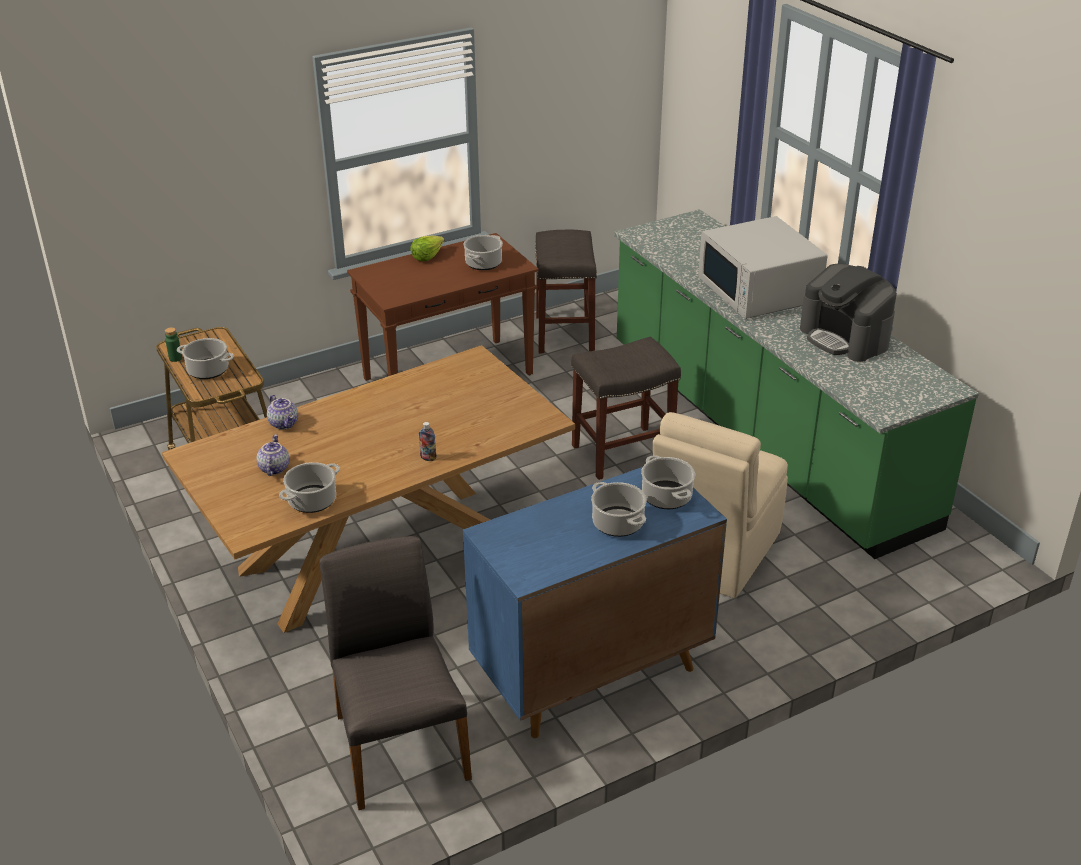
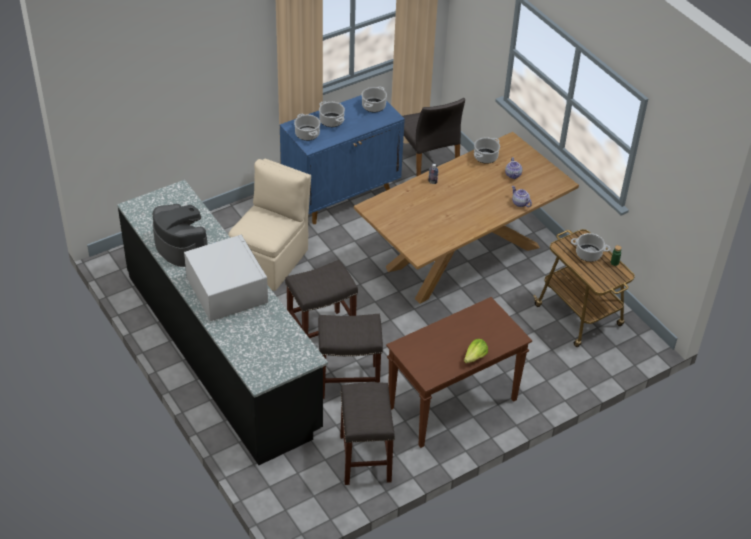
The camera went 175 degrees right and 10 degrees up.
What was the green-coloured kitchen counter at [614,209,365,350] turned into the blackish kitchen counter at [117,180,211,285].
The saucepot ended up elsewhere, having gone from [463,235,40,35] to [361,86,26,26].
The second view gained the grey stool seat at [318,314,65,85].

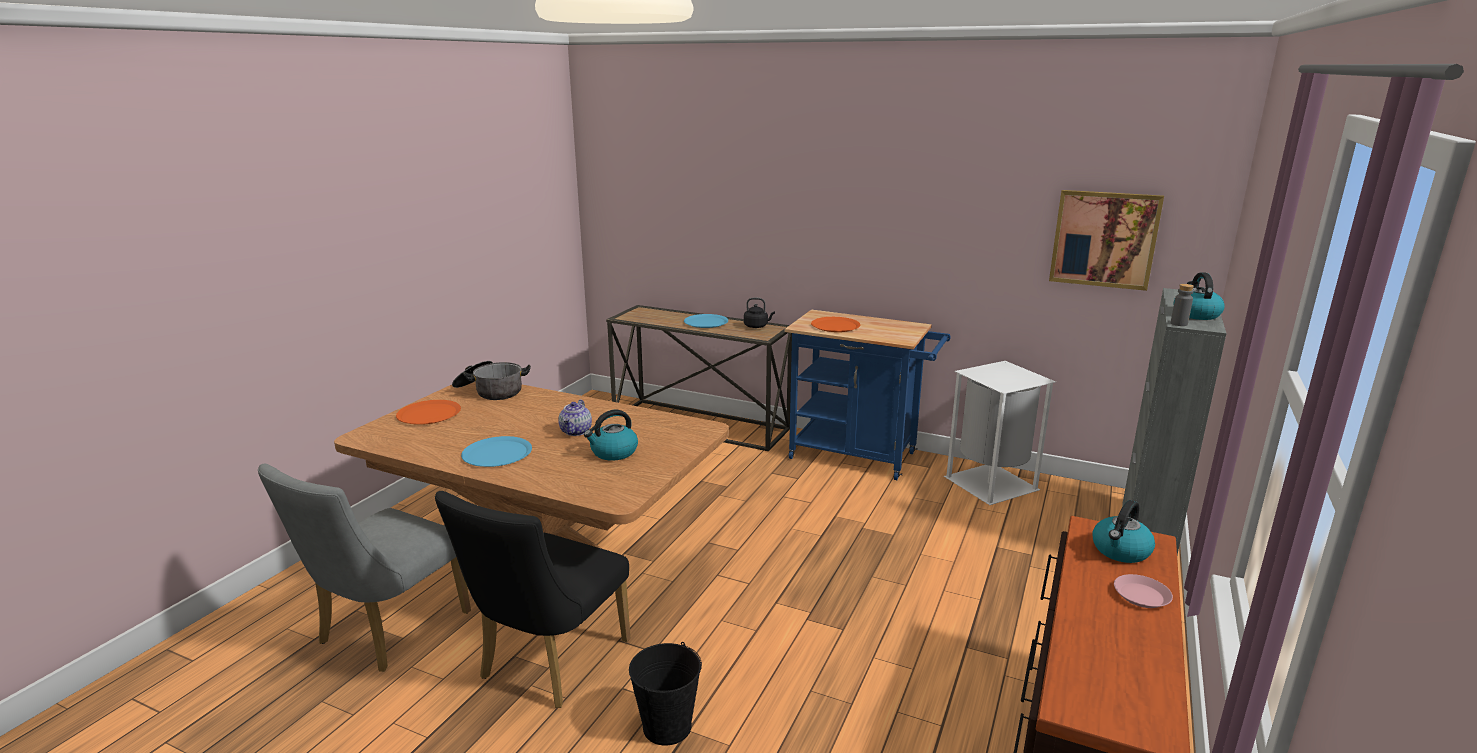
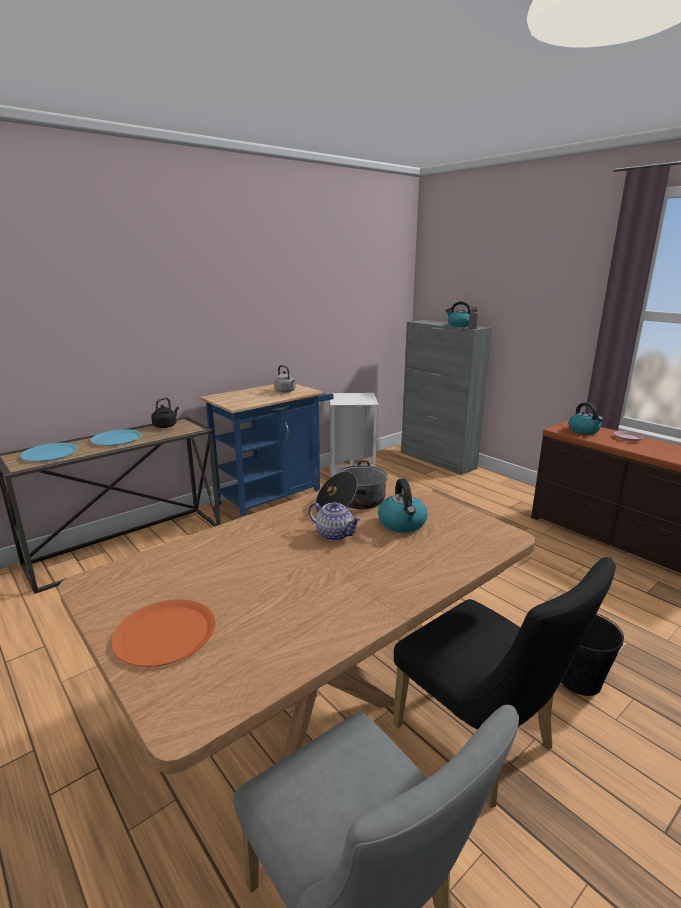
The camera went 65 degrees left and 0 degrees up.
The second view lost the picture at [1049,190,115,101].
The second view lost the orange-coloured plate at [811,317,49,15].
The saucepot ended up elsewhere, having gone from [452,361,79,39] to [316,461,72,52].
The blue-coloured plate ended up elsewhere, having gone from [461,436,71,31] to [20,443,58,19].
The second view gained the grey water kettle at [274,365,22,28].

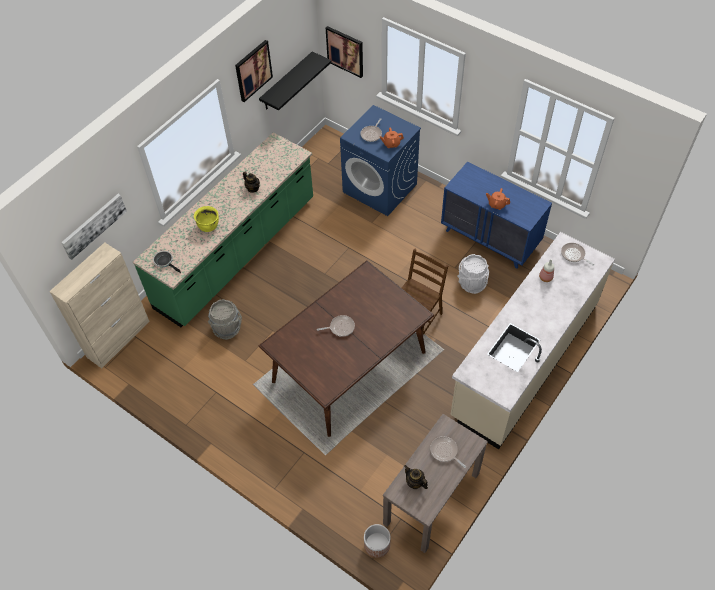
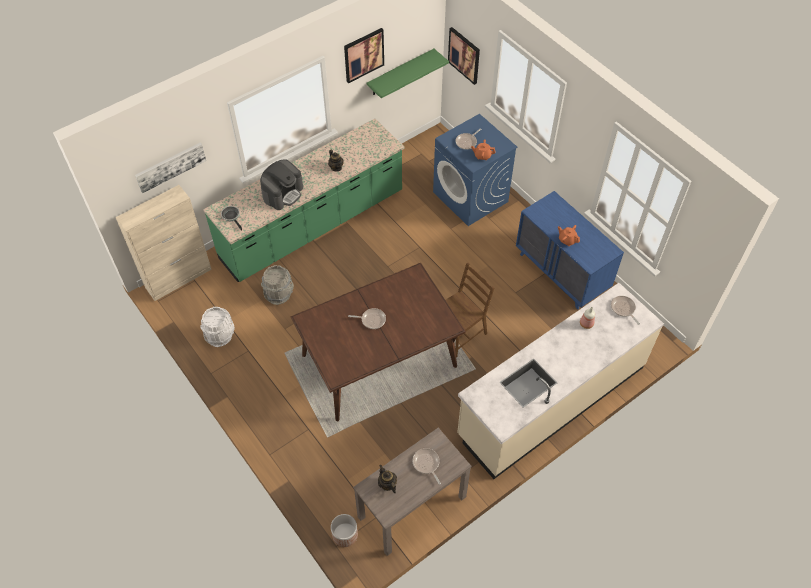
The camera went 15 degrees right and 0 degrees up.
What was the blackish bracket shelf at [259,51,72,59] turned into the green-coloured bracket shelf at [367,49,82,49].
Where the yellow-coloured saucepot stood at [194,206,25,26], the coffee brewer came to stand at [260,159,43,51].
The white-coloured bucket ended up elsewhere, having gone from [458,254,31,40] to [201,307,34,40].

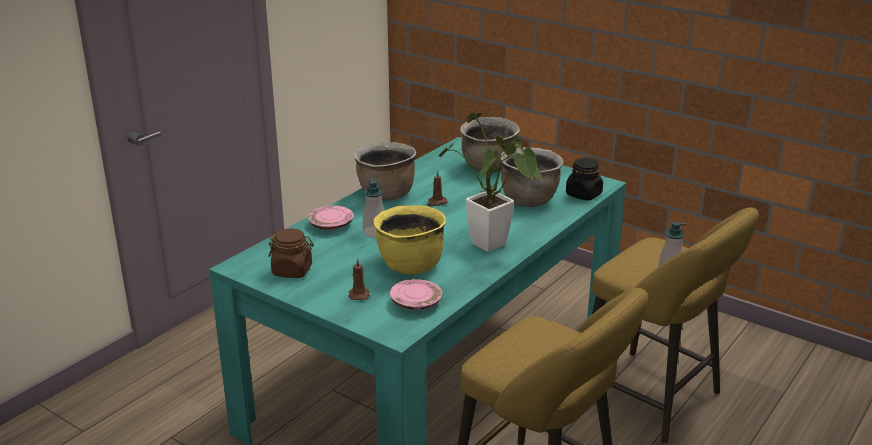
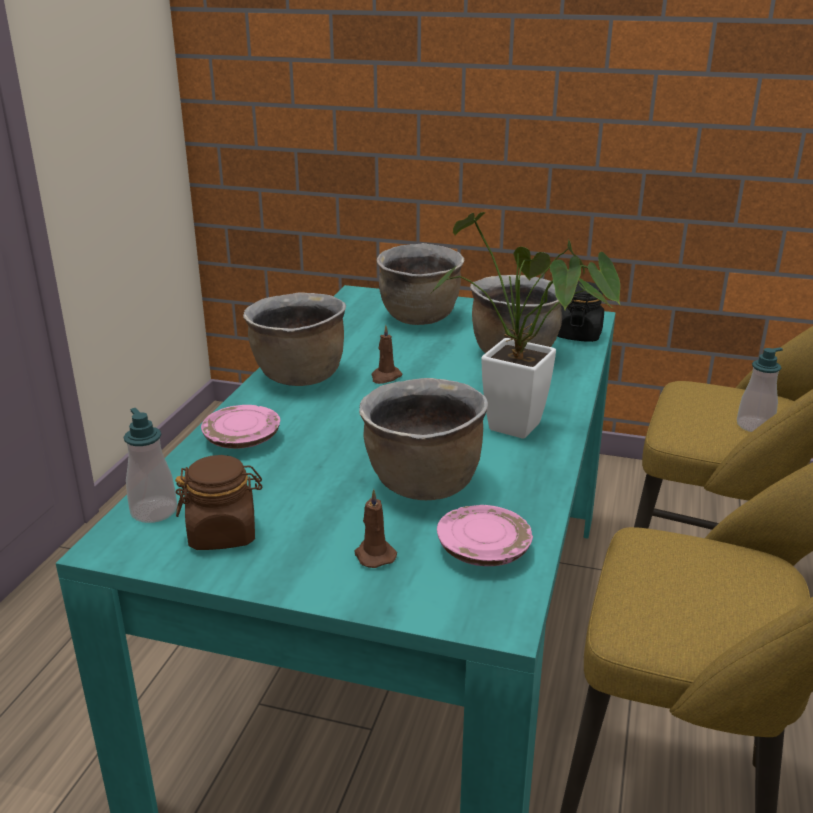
The camera went 20 degrees left and 0 degrees up.
The soap dispenser ended up elsewhere, having gone from [363,178,22,59] to [124,408,53,115].
What was the yellow-coloured saucepot at [374,205,72,70] turned into the brown-coloured saucepot at [359,378,129,122].

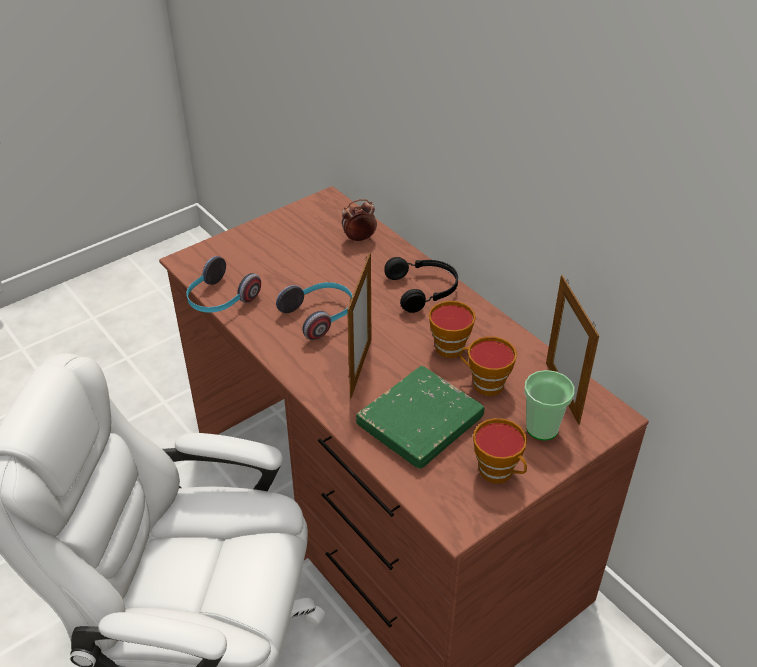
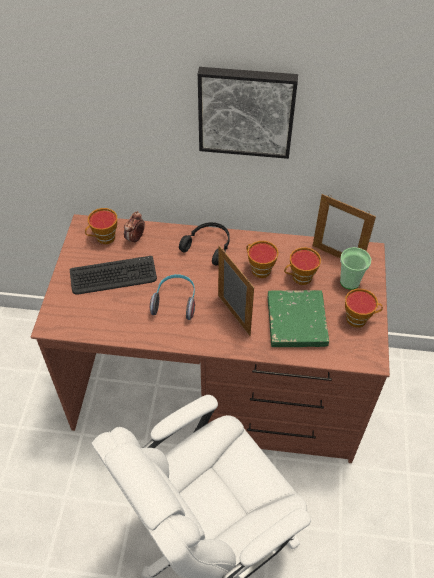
The camera went 45 degrees left and 10 degrees up.
The second view lost the pair of headphones at [187,256,74,57].
The second view gained the picture at [198,67,100,92].
The second view gained the drinking cup at [85,208,32,36].
The second view gained the computer keyboard at [70,256,87,39].

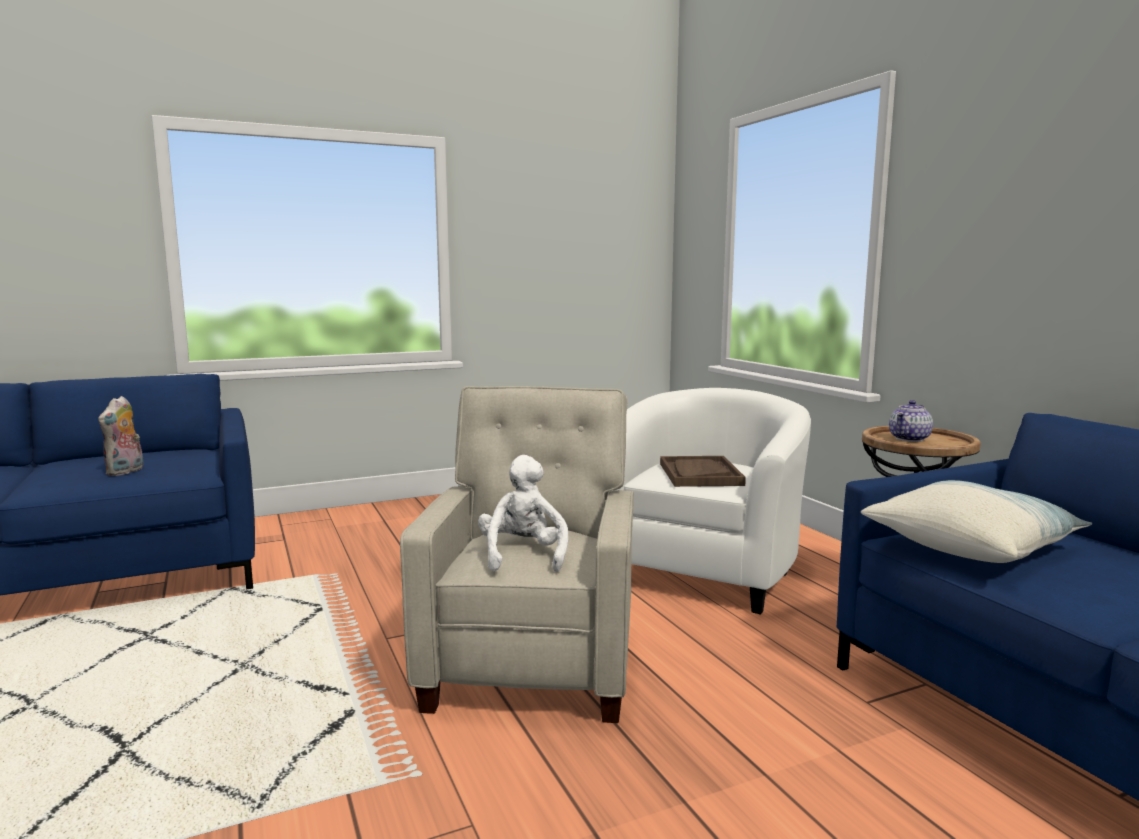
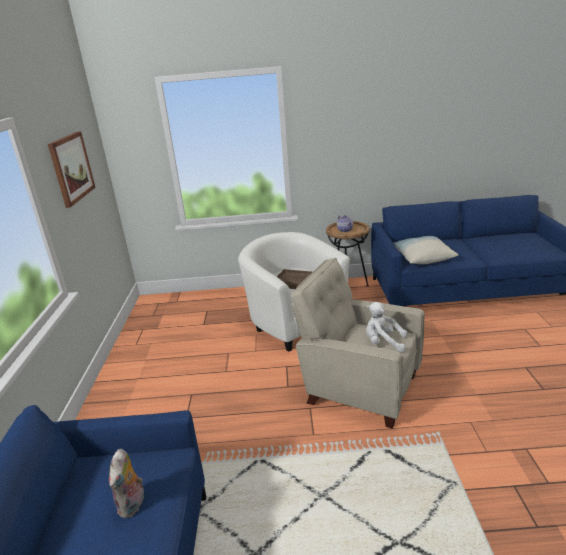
The camera went 65 degrees left and 15 degrees up.
The soft toy at [98,396,46,80] ended up facing another way, 60 degrees clockwise from before.
The second view gained the picture at [48,131,47,77].

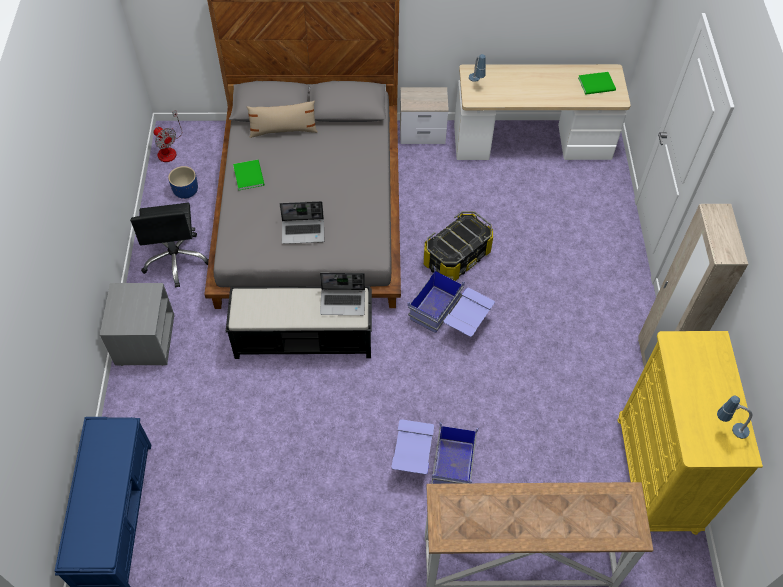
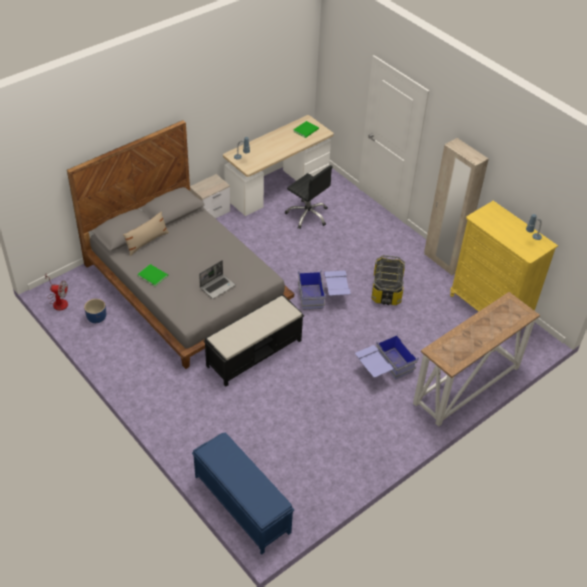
The camera went 40 degrees left and 10 degrees down.
The blackish desk chair ended up elsewhere, having gone from [130,203,79,85] to [285,165,48,64].
The storage bin ended up elsewhere, having gone from [423,211,70,70] to [371,255,34,50].
The second view lost the laptop at [320,273,45,42].
The second view lost the grey bedside table at [100,283,75,83].

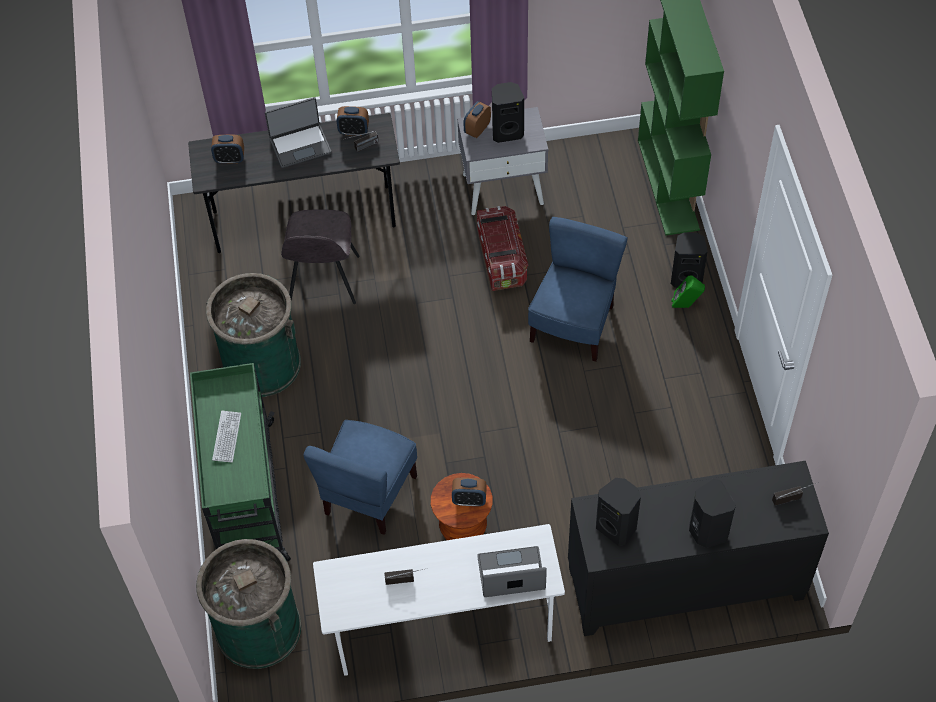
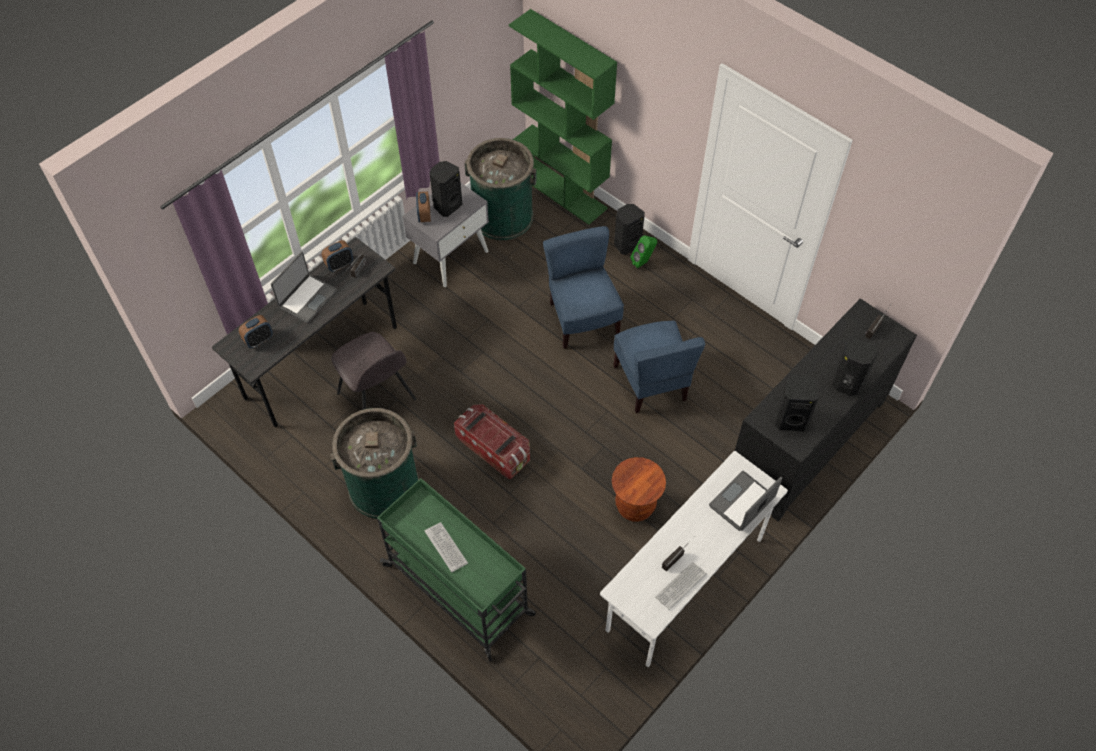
The camera went 40 degrees left and 0 degrees up.
The storage bin ended up elsewhere, having gone from [477,206,51,85] to [454,404,76,75].
The blue-coloured plain chair ended up elsewhere, having gone from [303,420,114,115] to [613,321,92,92].
The second view lost the alarm clock at [452,478,35,28].
The green-coloured rubbish bin ended up elsewhere, having gone from [196,539,106,130] to [465,138,72,102].
The second view gained the computer keyboard at [655,562,52,48].

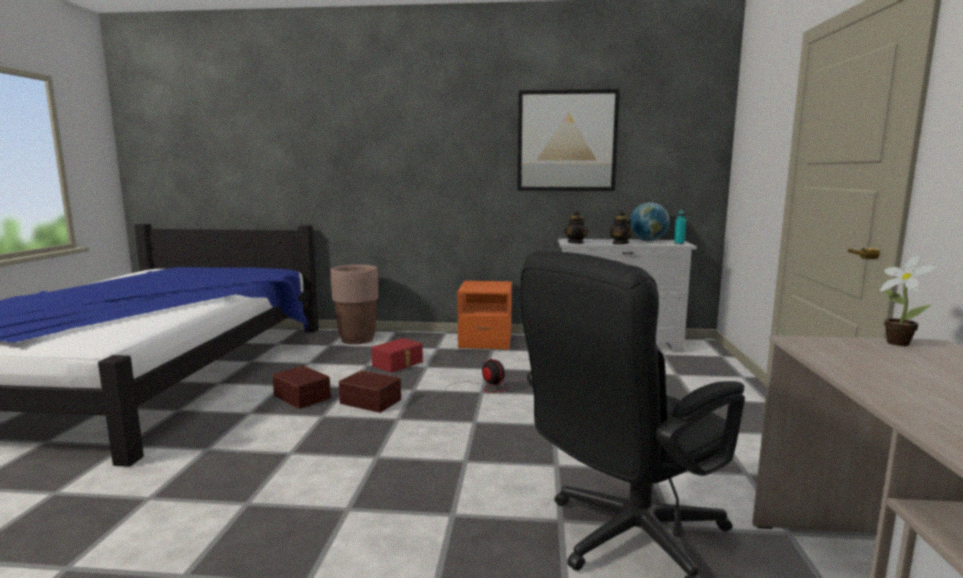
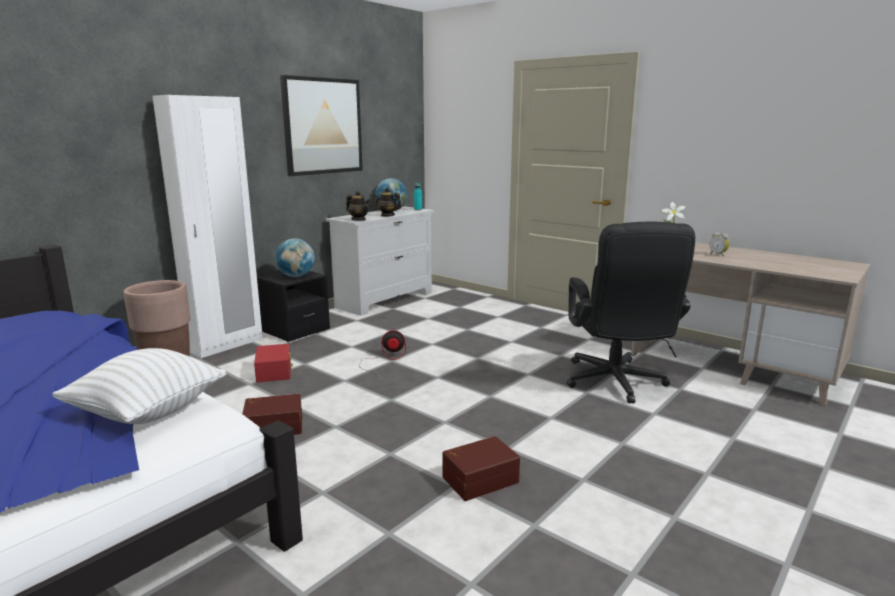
The camera went 55 degrees left and 5 degrees up.
What was the orange-coloured bedside table at [457,281,55,69] turned into the blackish bedside table at [257,270,73,72].
The brown-coloured storage bin ended up elsewhere, having gone from [339,370,62,43] to [443,436,77,65].
The second view gained the white-coloured wardrobe at [152,95,110,263].
The second view gained the alarm clock at [709,232,20,25].
The second view gained the desk globe at [275,238,40,39].
The second view gained the white-coloured throw pillow at [52,348,175,76].

